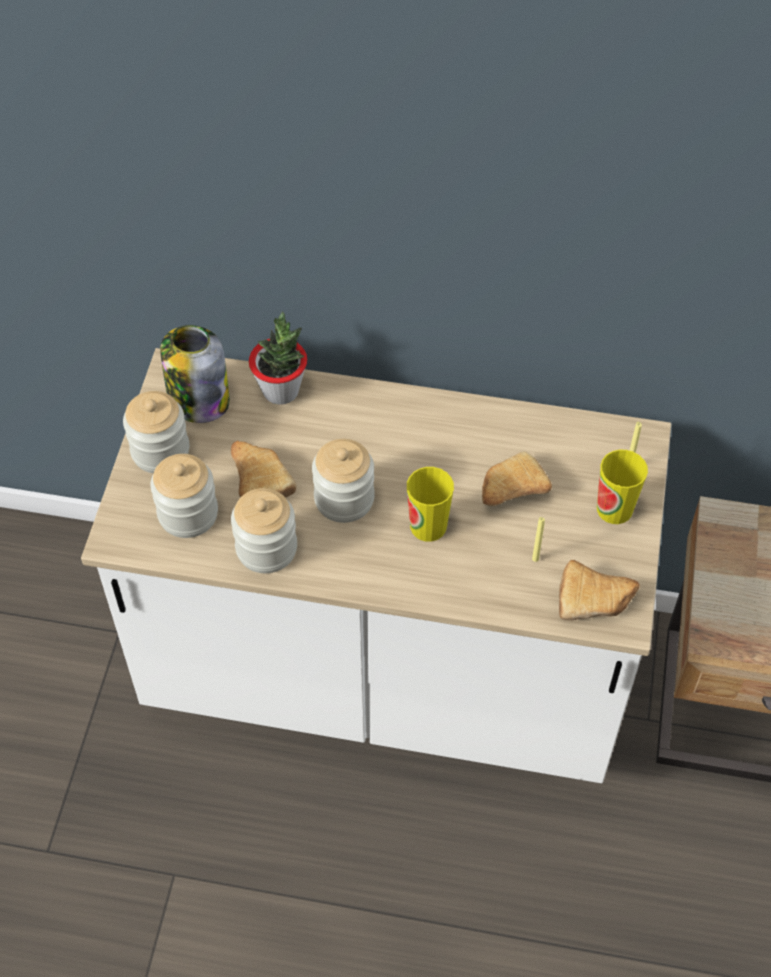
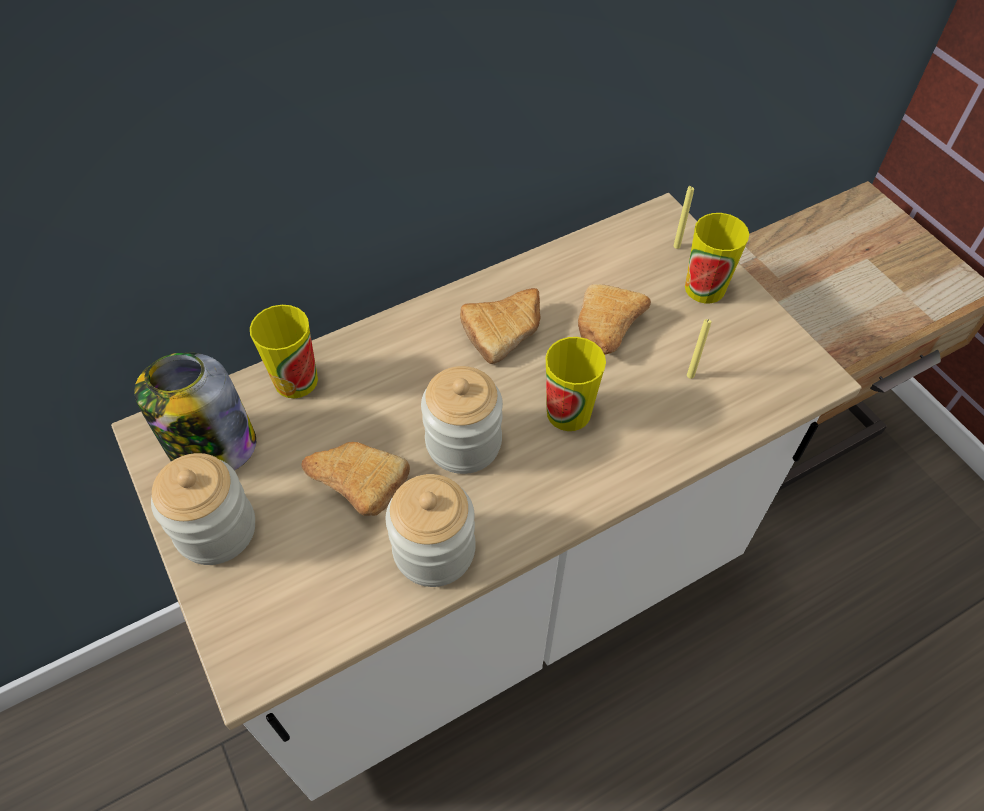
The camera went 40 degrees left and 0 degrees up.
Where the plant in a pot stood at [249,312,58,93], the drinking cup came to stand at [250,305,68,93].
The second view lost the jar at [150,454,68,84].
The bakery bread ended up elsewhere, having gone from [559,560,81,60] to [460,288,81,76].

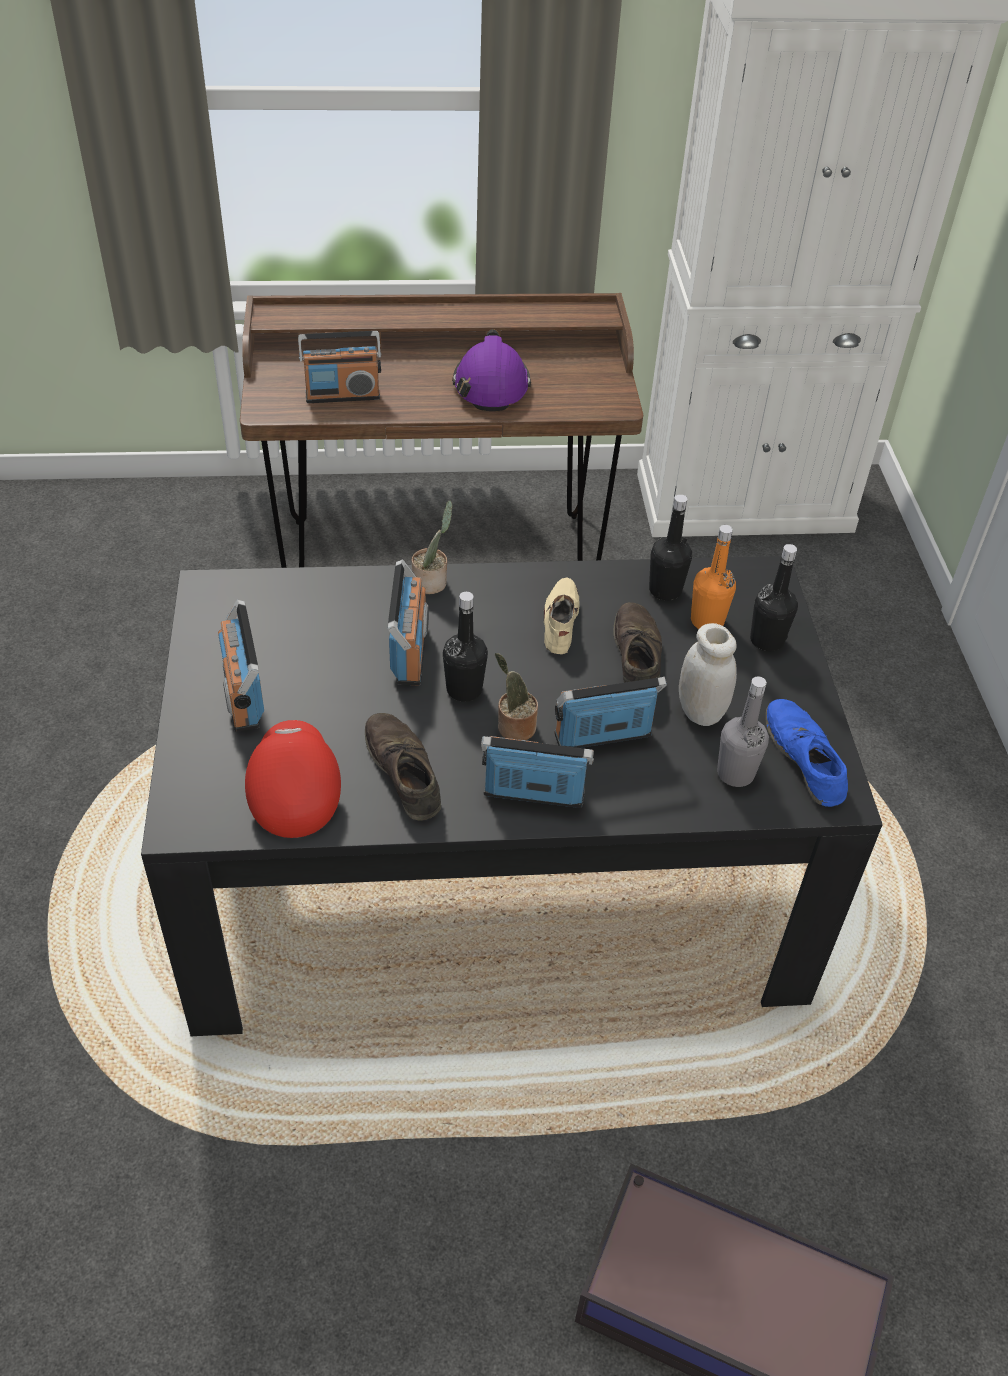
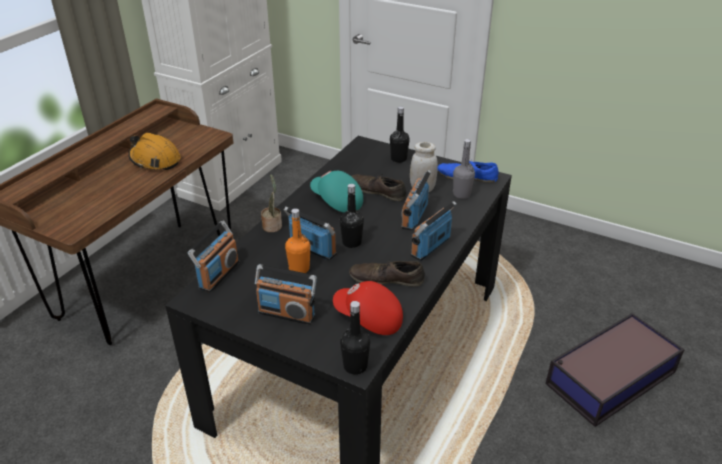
The camera went 55 degrees left and 10 degrees down.
What was the purple-coloured safety helmet at [452,329,79,82] turned into the orange-coloured safety helmet at [129,133,52,37].
The radio set ended up elsewhere, having gone from [298,331,83,72] to [187,221,52,72].
The blackish bottle ended up elsewhere, having gone from [649,494,43,107] to [340,301,30,74].
The orange-coloured bottle ended up elsewhere, having gone from [691,525,45,104] to [285,208,26,65].
Where the beige shoe stood at [544,578,36,76], the turquoise baseball cap came to stand at [310,171,53,42].
The second view lost the plant in a pot at [495,653,43,87].

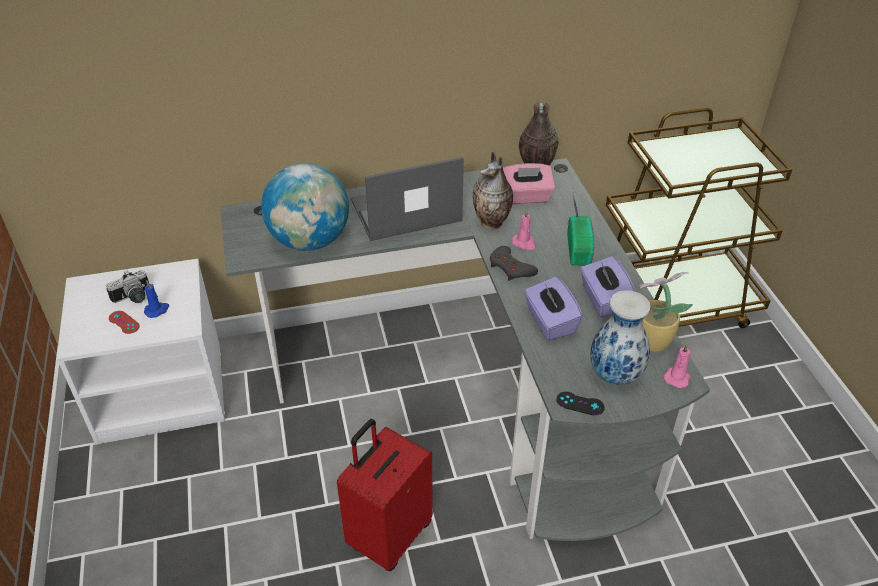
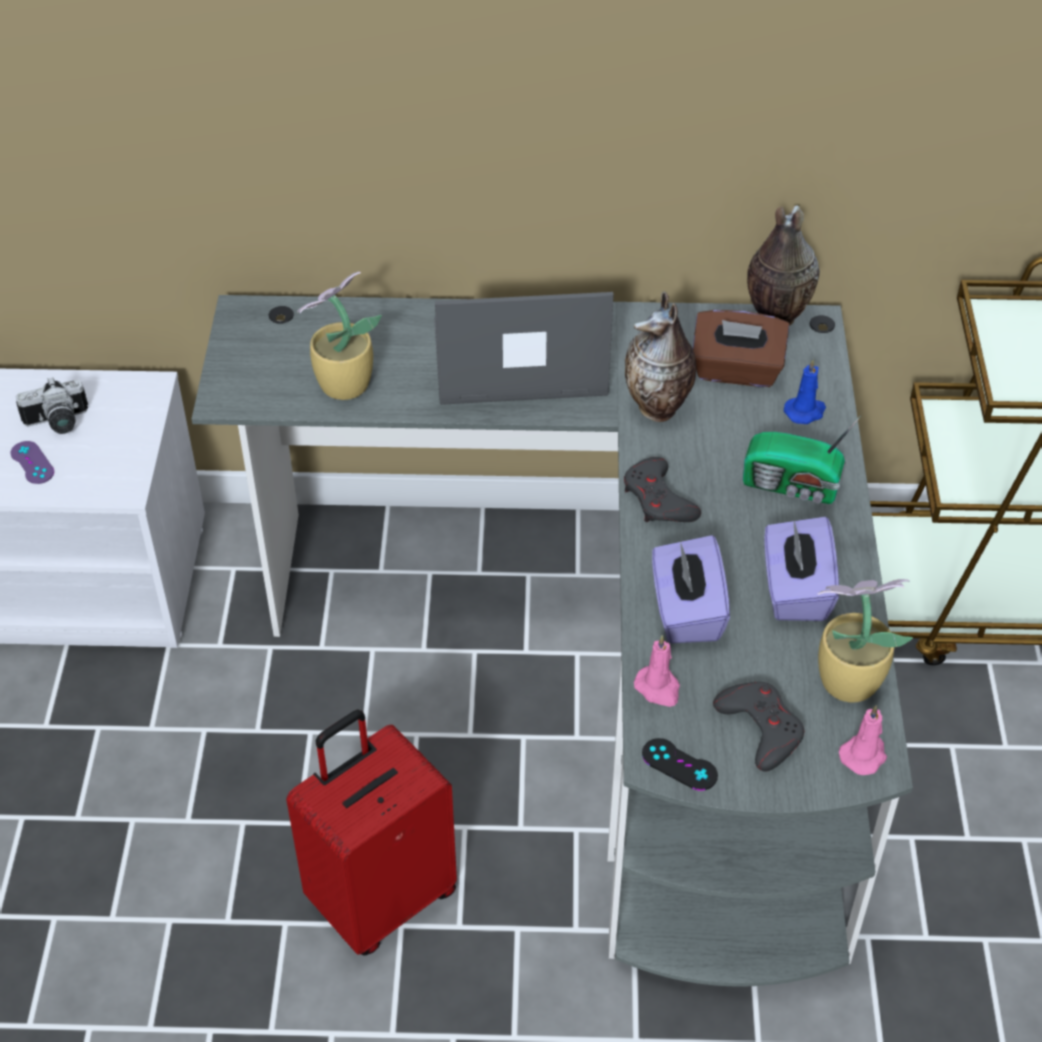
The camera went 15 degrees right and 5 degrees up.
Where the desk globe stood at [261,163,88,88], the plant in a pot came to stand at [297,272,85,128].
What was the pink-coloured tissue box at [503,163,52,42] turned into the brown-coloured tissue box at [693,310,96,77].
The radio set at [567,189,28,77] ended up facing another way, 90 degrees clockwise from before.
The pink-coloured wax light ended up elsewhere, having gone from [512,209,24,41] to [634,635,46,72].
The blue-coloured wax light ended up elsewhere, having gone from [144,281,25,37] to [784,358,42,66].
Where the decorative vase stood at [590,290,61,95], the grey joypad came to stand at [713,682,92,90].
What was the red-coloured joypad at [109,311,31,23] turned into the purple-coloured joypad at [11,441,43,43].

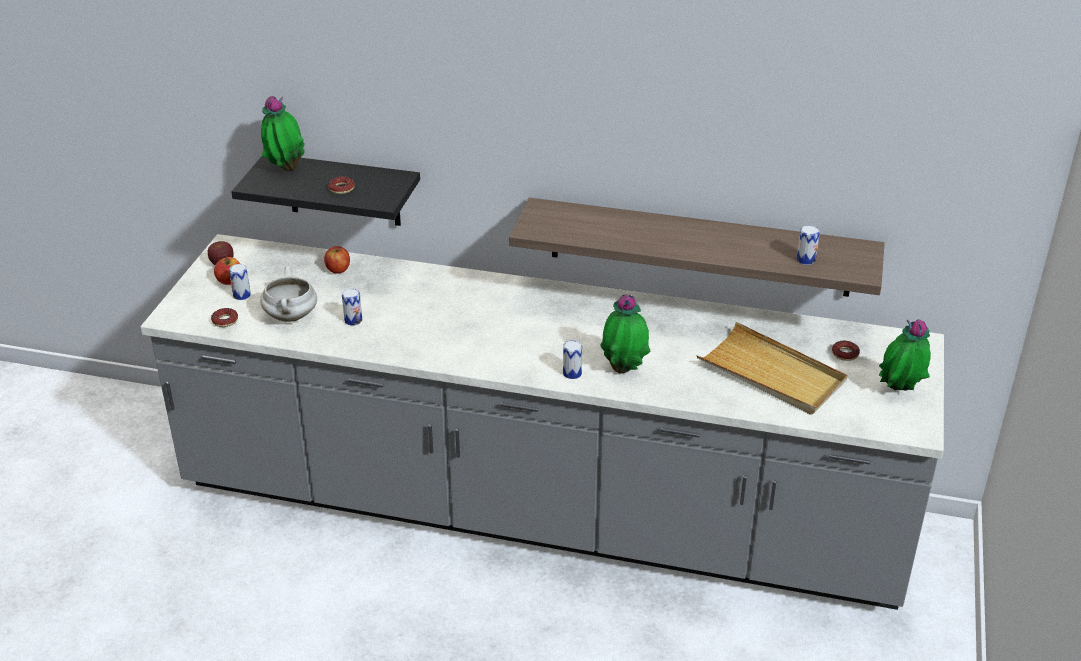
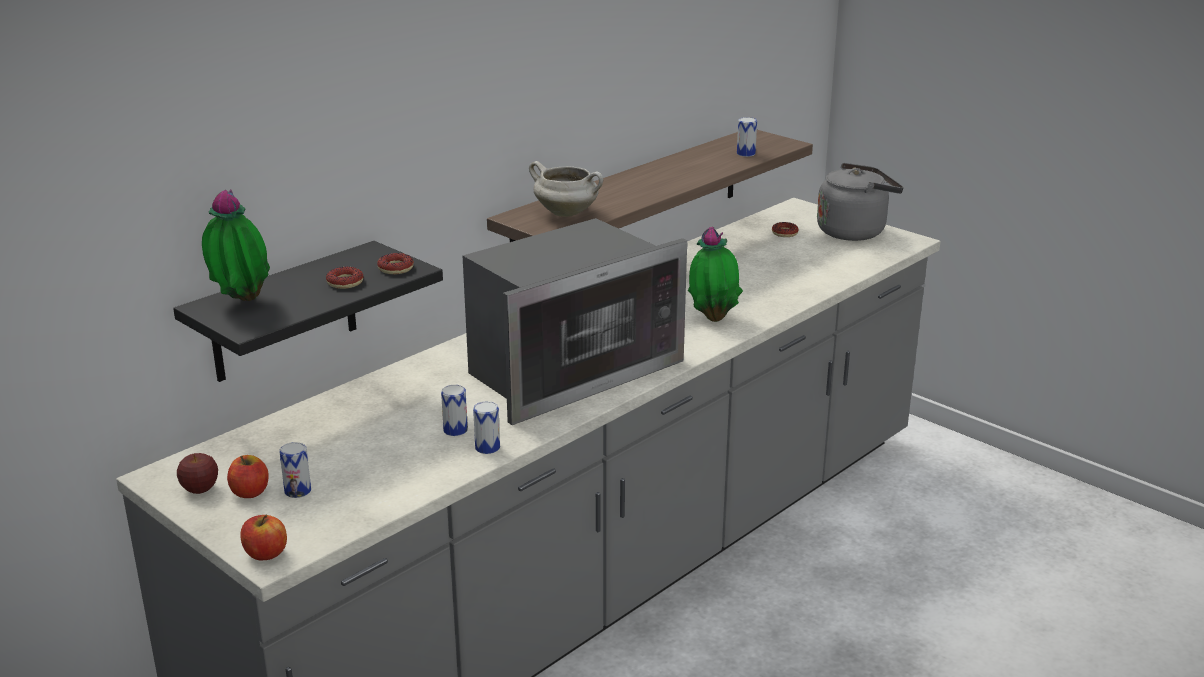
The camera went 60 degrees left and 10 degrees down.
The apple ended up elsewhere, having gone from [324,246,26,28] to [241,515,46,45].
The white-coloured saucepot ended up elsewhere, having gone from [260,266,57,56] to [529,161,74,56].
The donut ended up elsewhere, having gone from [211,308,27,19] to [377,253,37,21].
Where the plant in a pot stood at [879,319,52,72], the grey water kettle came to stand at [817,163,86,78].
The second view lost the beige serving tray at [697,322,150,93].
The can ended up elsewhere, having gone from [563,340,19,39] to [473,401,27,53].
The second view gained the kitchen microwave at [463,218,224,207].

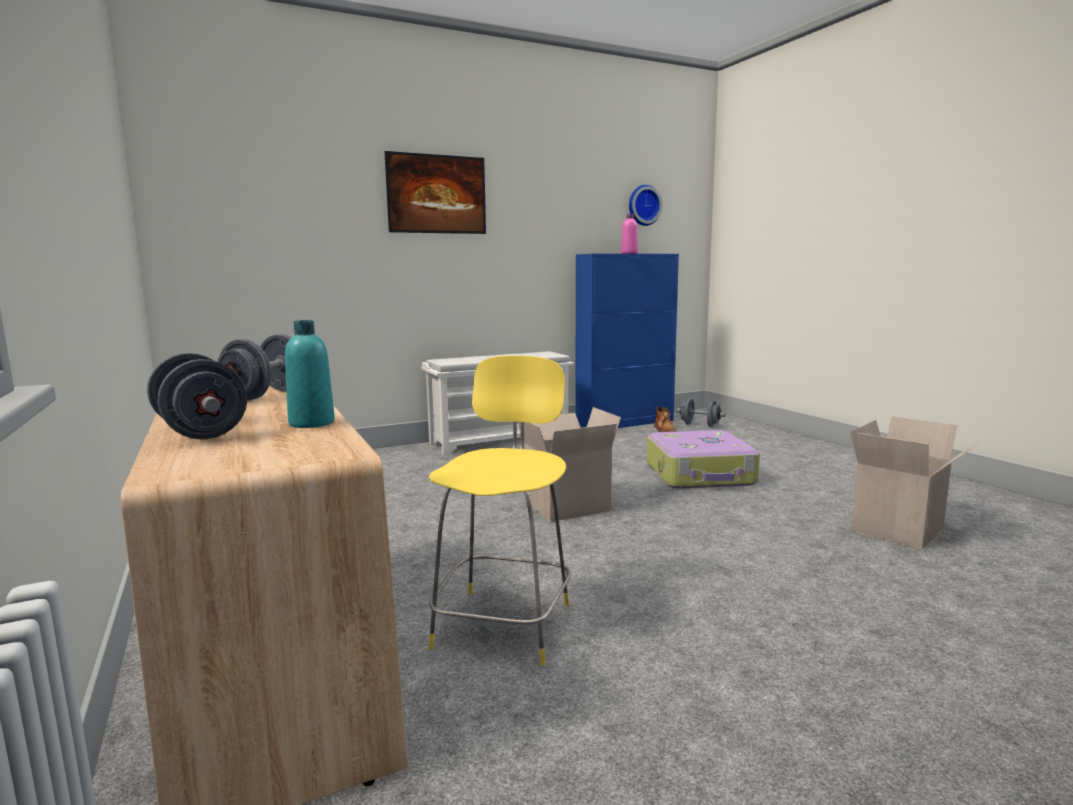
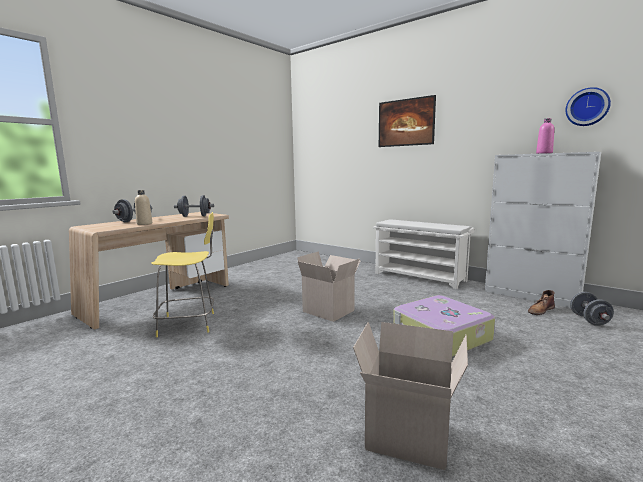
The camera went 65 degrees right and 0 degrees up.
What was the blue-coloured cabinet at [575,254,104,174] turned into the white-coloured cabinet at [485,152,116,156].
What was the turquoise bottle at [285,320,50,108] turned into the beige bottle at [135,190,17,35].

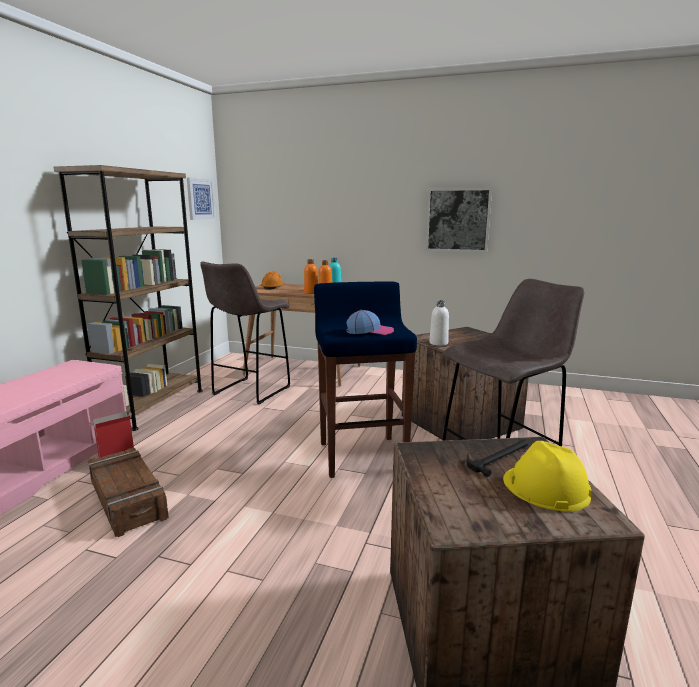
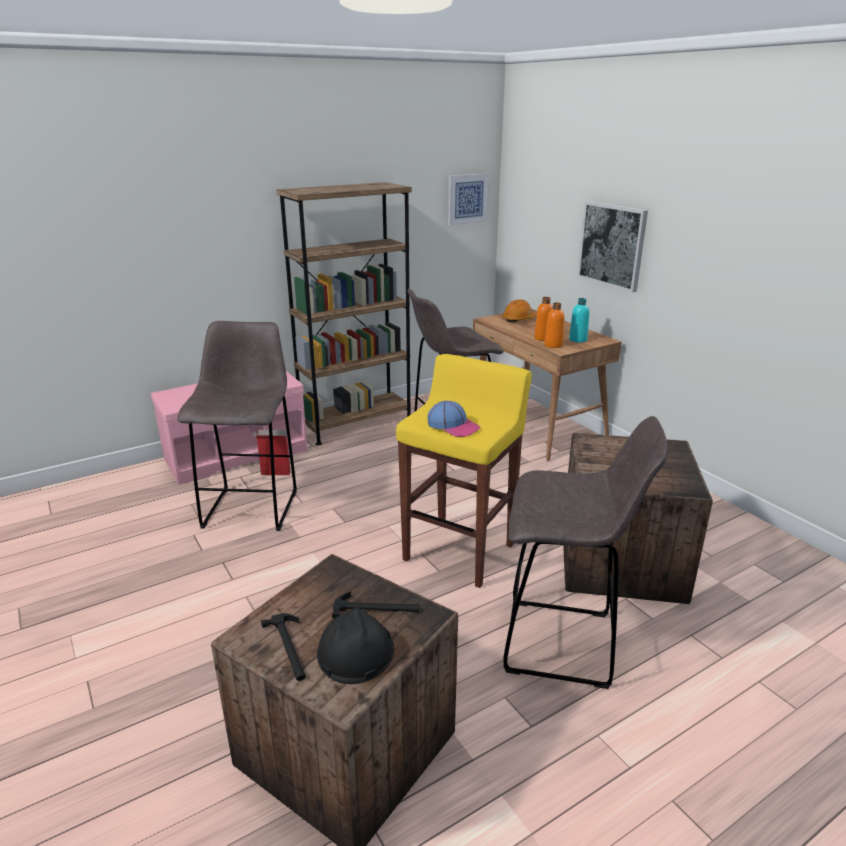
The camera went 40 degrees right and 10 degrees up.
The picture ended up elsewhere, having gone from [426,188,66,64] to [577,201,71,92].
What was the blue-coloured stool seat at [314,281,103,197] turned into the yellow-coloured stool seat at [396,354,136,234].
The second view lost the white-coloured bottle at [429,300,20,46].
What was the yellow-coloured safety helmet at [503,441,89,70] turned into the blackish safety helmet at [317,608,77,76].
Where the packing crate stood at [88,448,81,89], the grey stool seat came to stand at [177,321,120,210].
The second view gained the hand hammer at [261,613,45,68].

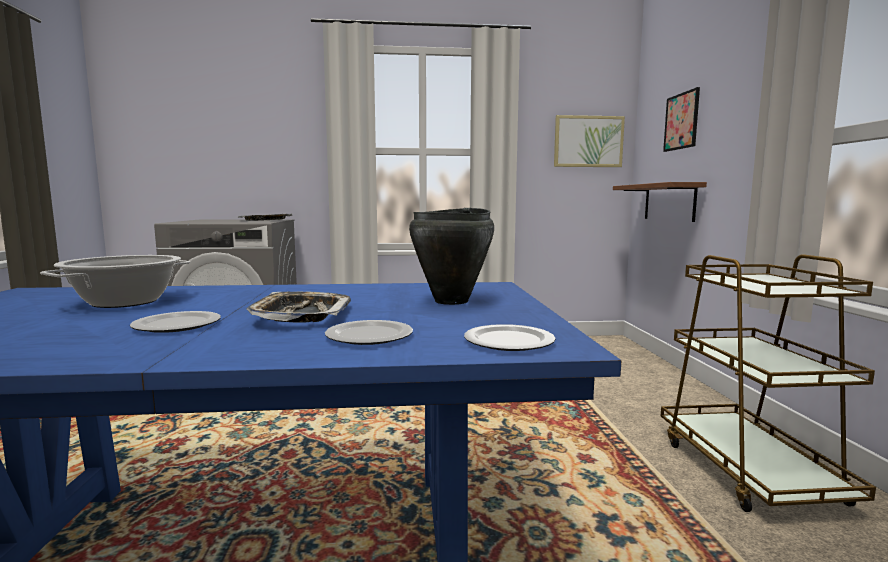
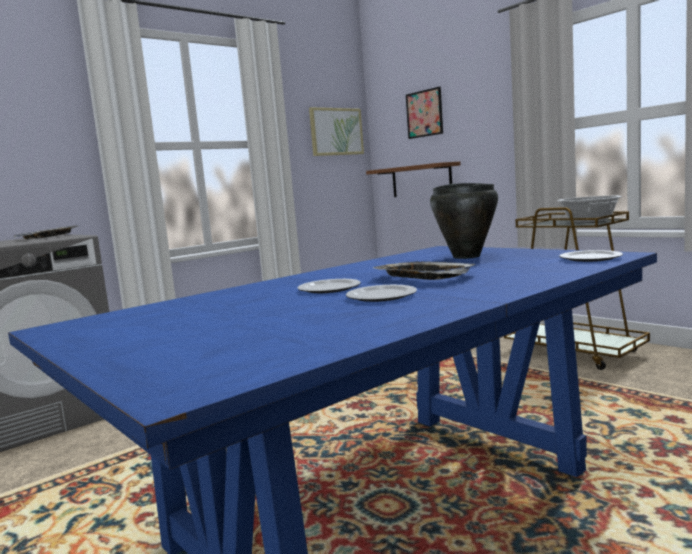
The camera went 35 degrees left and 0 degrees up.
The saucepot ended up elsewhere, having gone from [40,255,150,53] to [557,196,65,27].
The plate ended up elsewhere, having gone from [325,320,88,25] to [297,279,64,14].

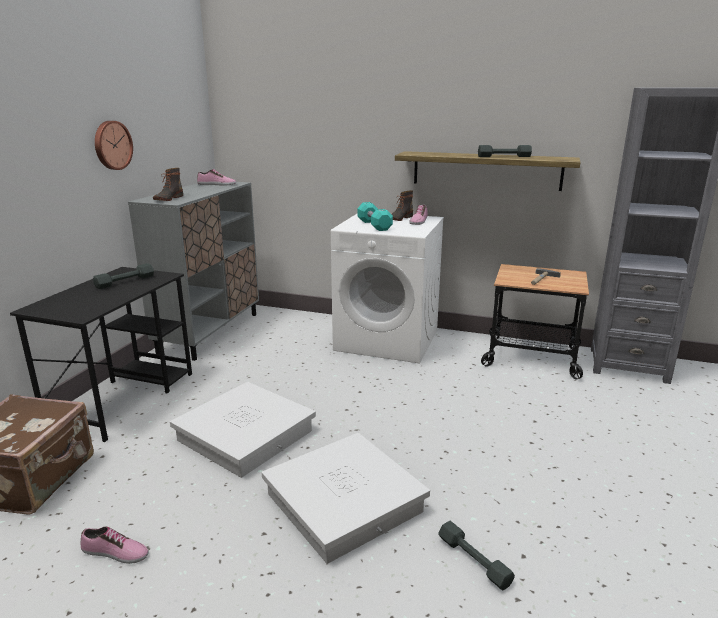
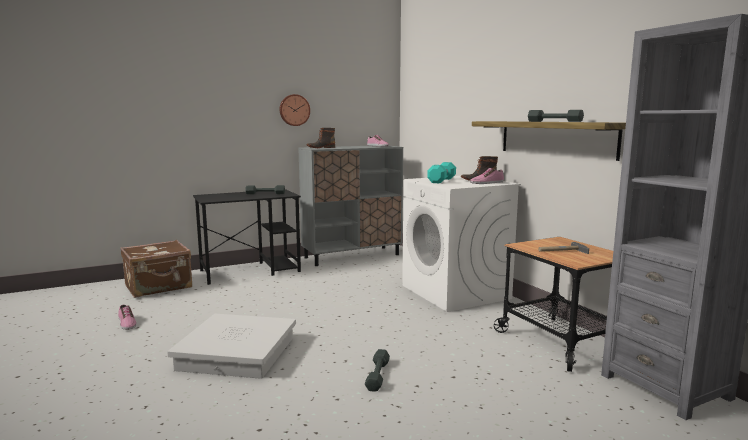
The camera went 45 degrees right and 10 degrees down.
The second view lost the white-coloured storage bin at [170,382,146,96].
The grey free weight ended up elsewhere, having gone from [438,521,77,70] to [365,349,25,42].

